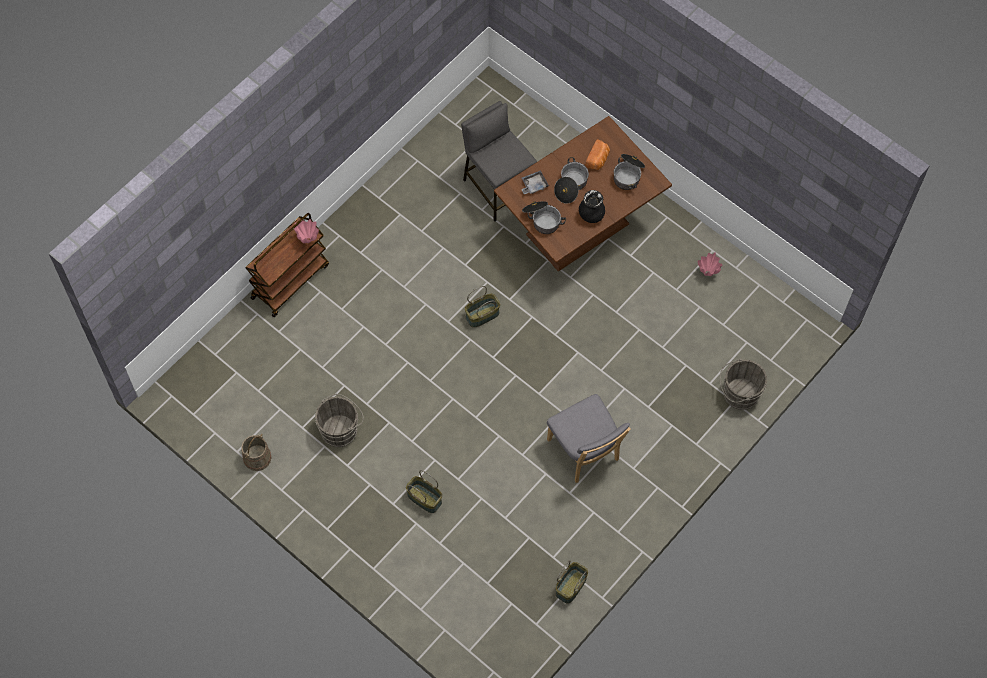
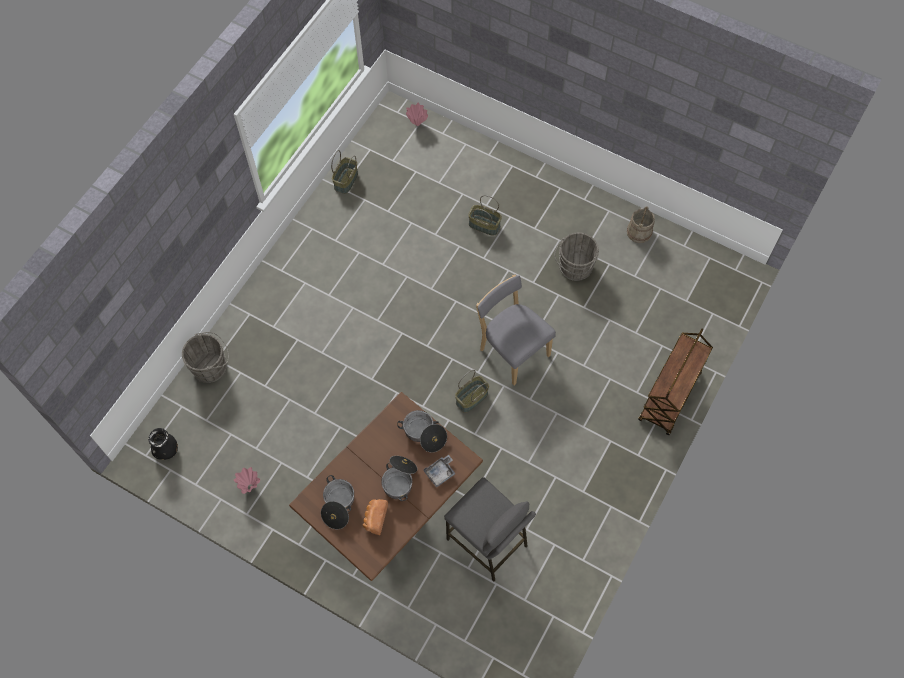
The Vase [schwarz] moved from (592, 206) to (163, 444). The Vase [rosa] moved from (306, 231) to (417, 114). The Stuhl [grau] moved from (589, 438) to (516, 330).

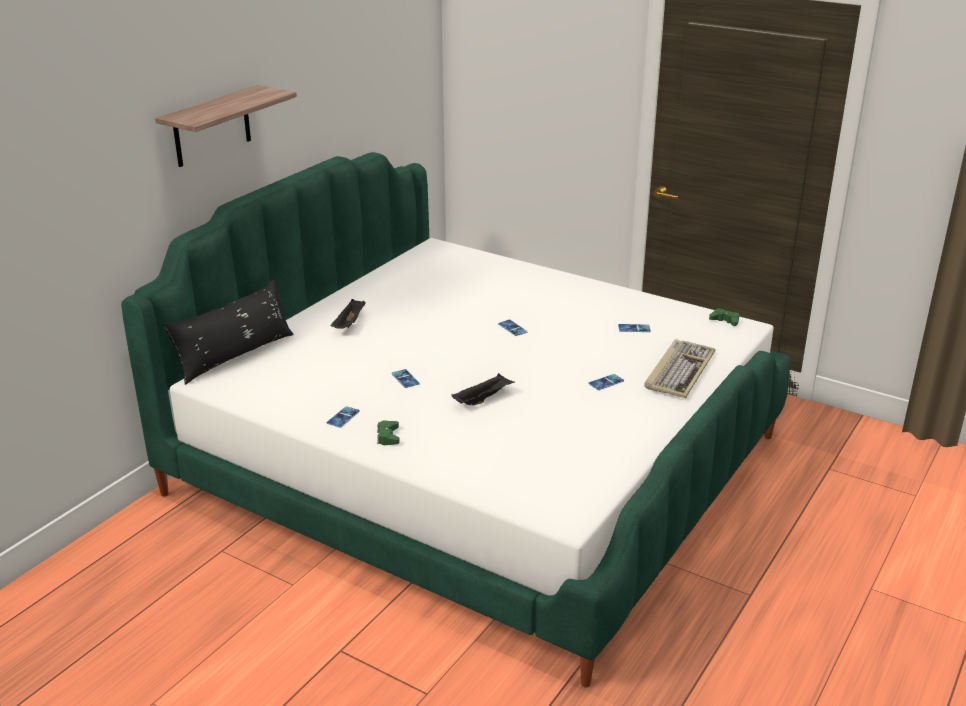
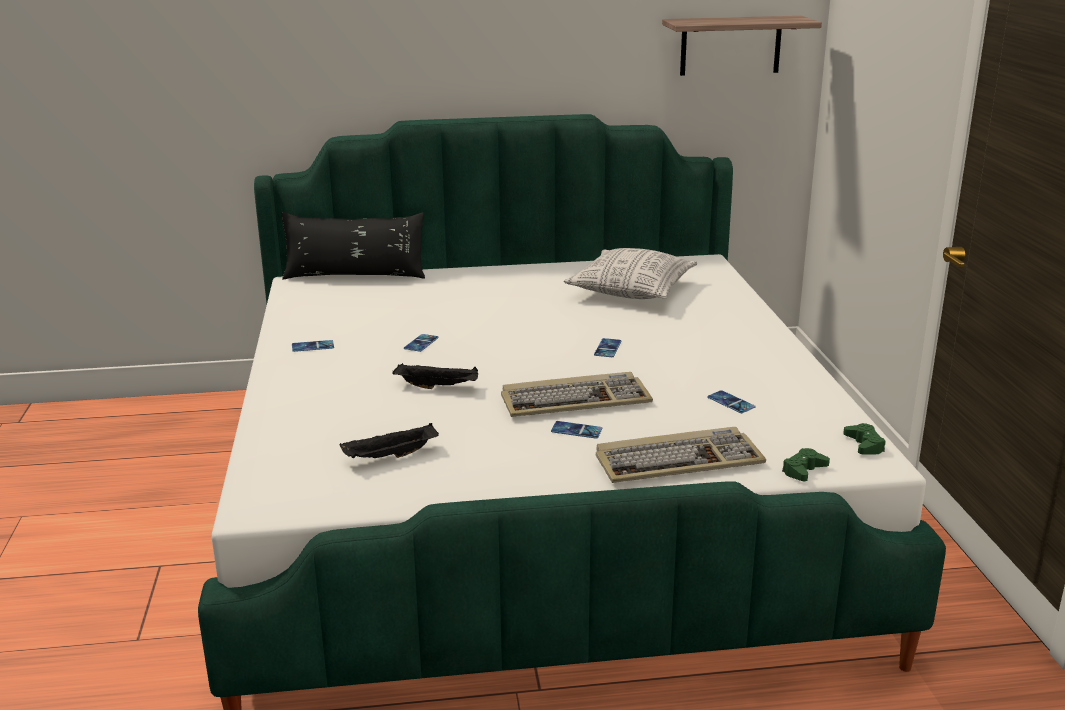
The Tablett [schwarz] moved from (348, 314) to (389, 440). The Tastatur at (577, 394) appeared. The Kissen at (630, 273) appeared. The Wandregal moved from (226, 126) to (742, 46). The Gamepad [grün] moved from (388, 432) to (806, 464).

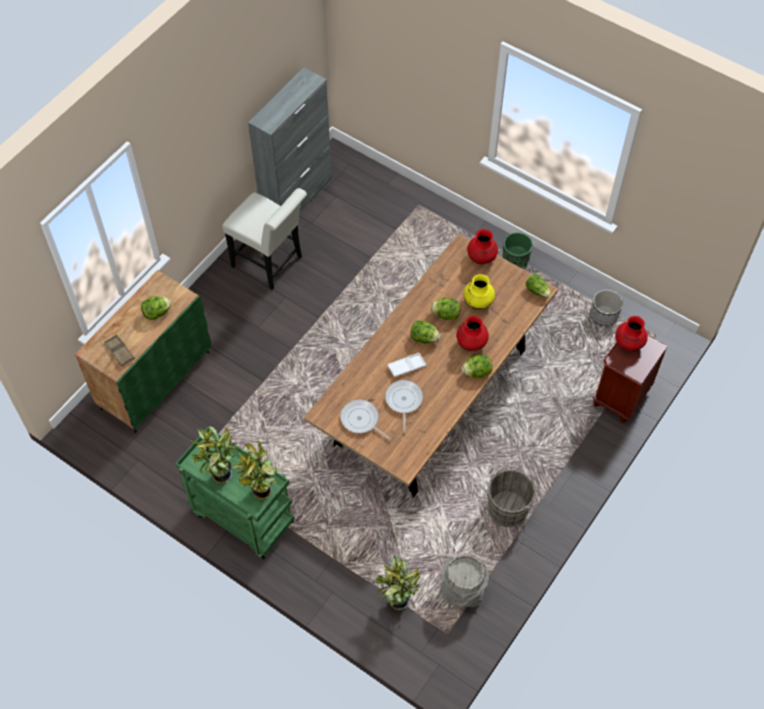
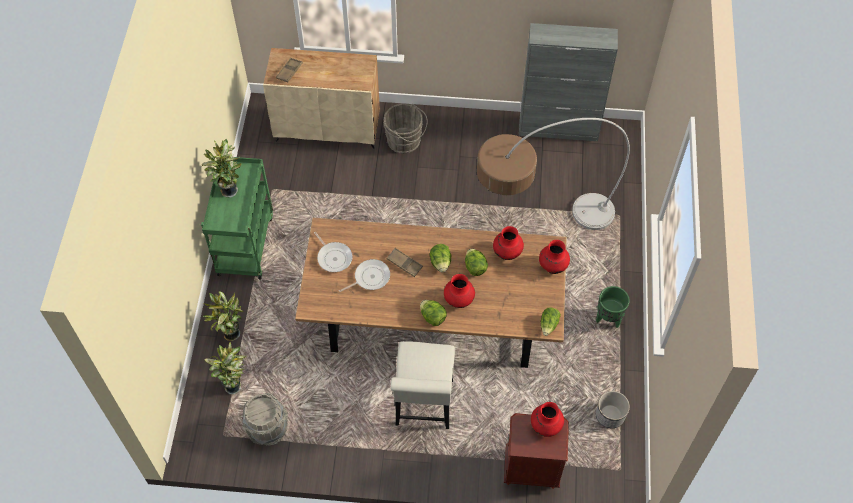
The Topfpflanze moved from (254, 469) to (223, 316). The Schrank [grün] at (143, 351) became the Schrank [beige] at (321, 98). The Pfanne at (365, 420) turned 135 degrees clockwise. The Eimer [grau] moved from (514, 497) to (406, 129). The Tablett [weiß] at (406, 365) became the Tablett [braun] at (405, 262). The Stuhl [weiß] moved from (264, 239) to (423, 385). The Stehlampe at (553, 174) appeared. The Vase [rot] at (508, 243) appeared. The Salatkopf at (156, 308) disappeared. The Vase [gelb] at (479, 291) disappeared.

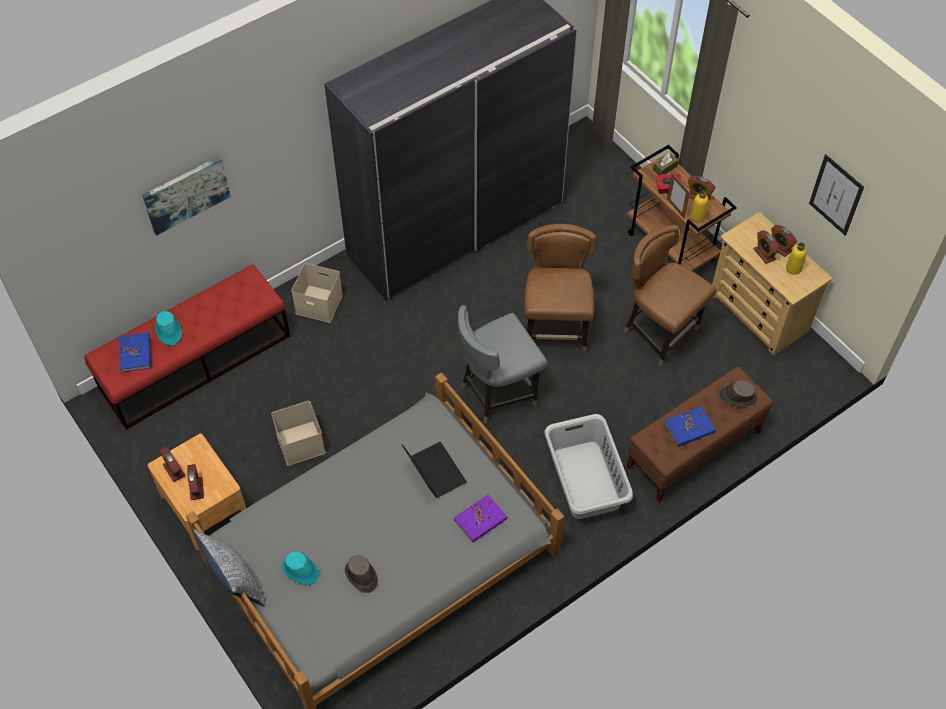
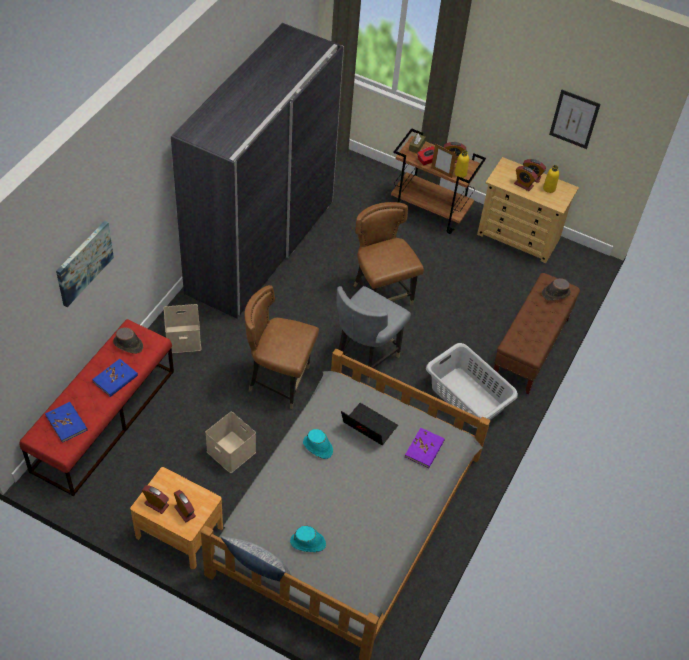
The Buch [blau] moved from (690, 426) to (115, 378). The Hut [braun] moved from (361, 574) to (128, 340). The Stuhl [braun] moved from (670, 295) to (282, 347). The Hut [türkis] moved from (168, 328) to (318, 444).

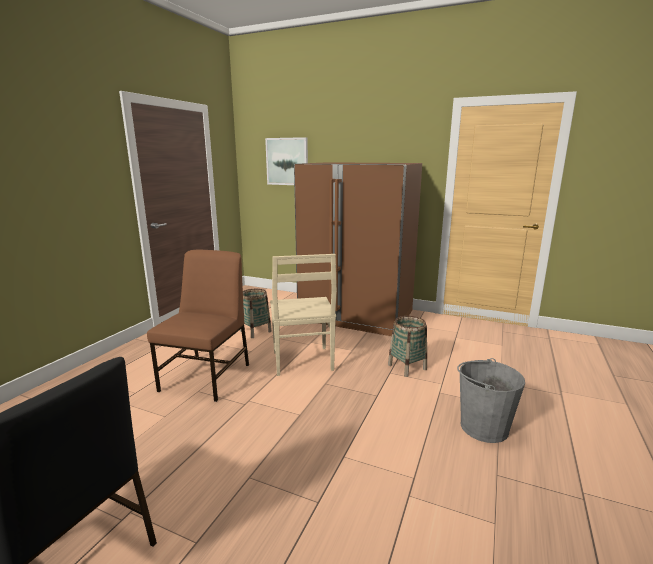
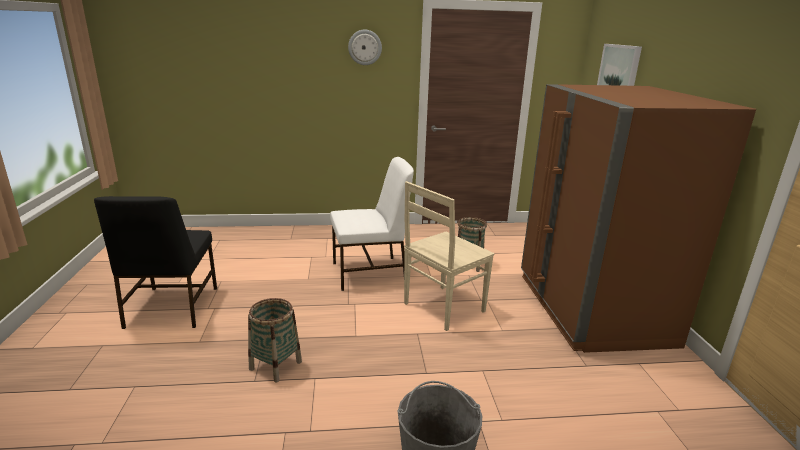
The Korb moved from (407, 346) to (275, 340). The Stuhl [braun] at (198, 326) became the Stuhl [weiß] at (372, 224). The Wanduhr at (365, 47) appeared.

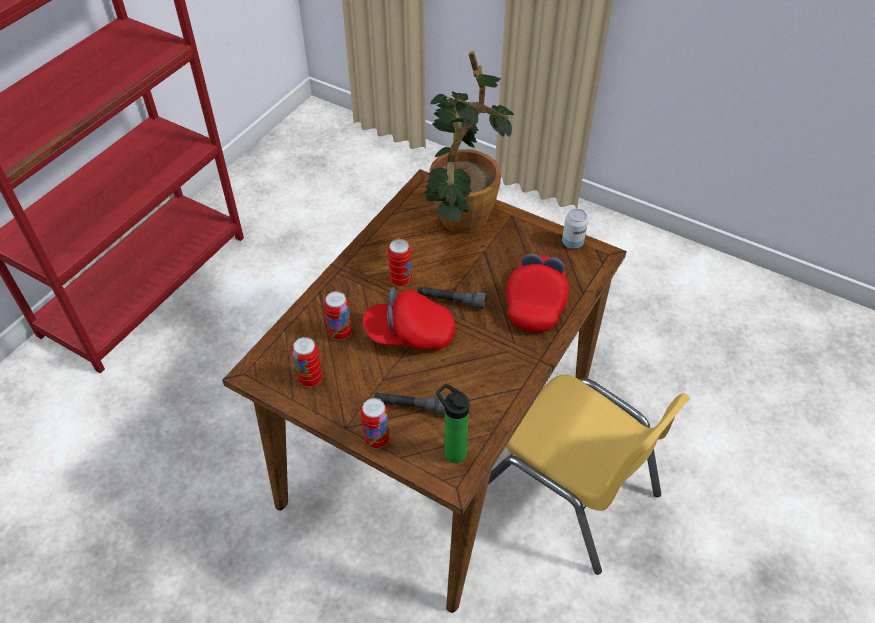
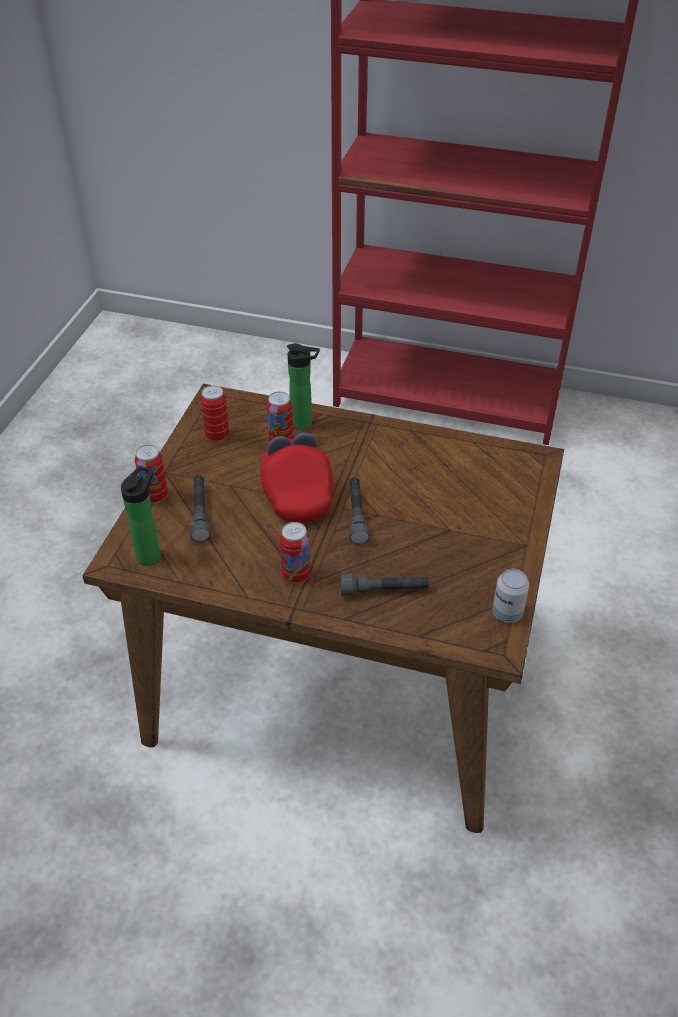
The Dose moved from (400, 263) to (295, 552). The Flasche at (303, 386) appeared. The Kappe [rot] at (537, 292) was replaced by the Taschenlampe [grau] at (384, 585). The Topfpflanze at (469, 142) disappeared. The Stuhl [gelb] at (589, 474) disappeared.

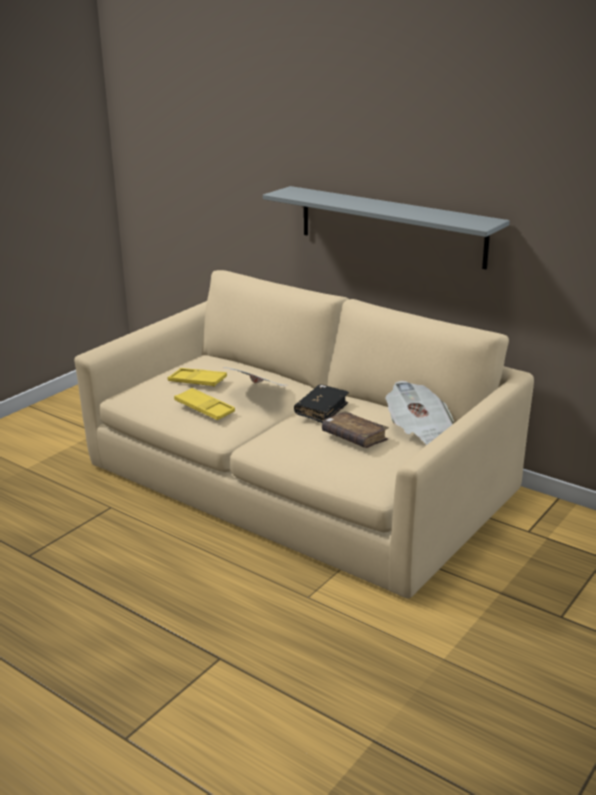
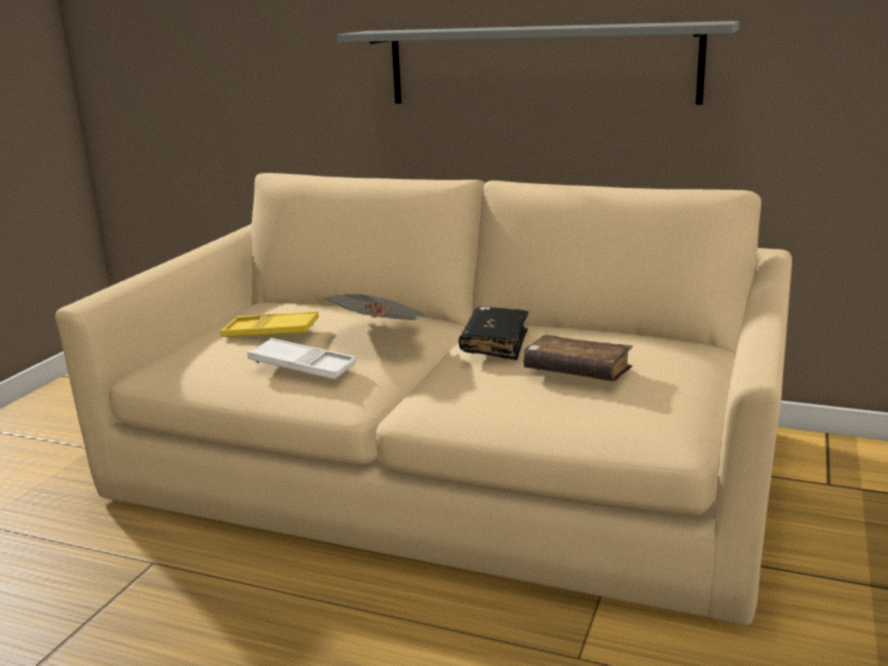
The Tablett [gelb] at (204, 404) became the Tablett [weiß] at (301, 358). The Zeitung at (419, 413) disappeared.

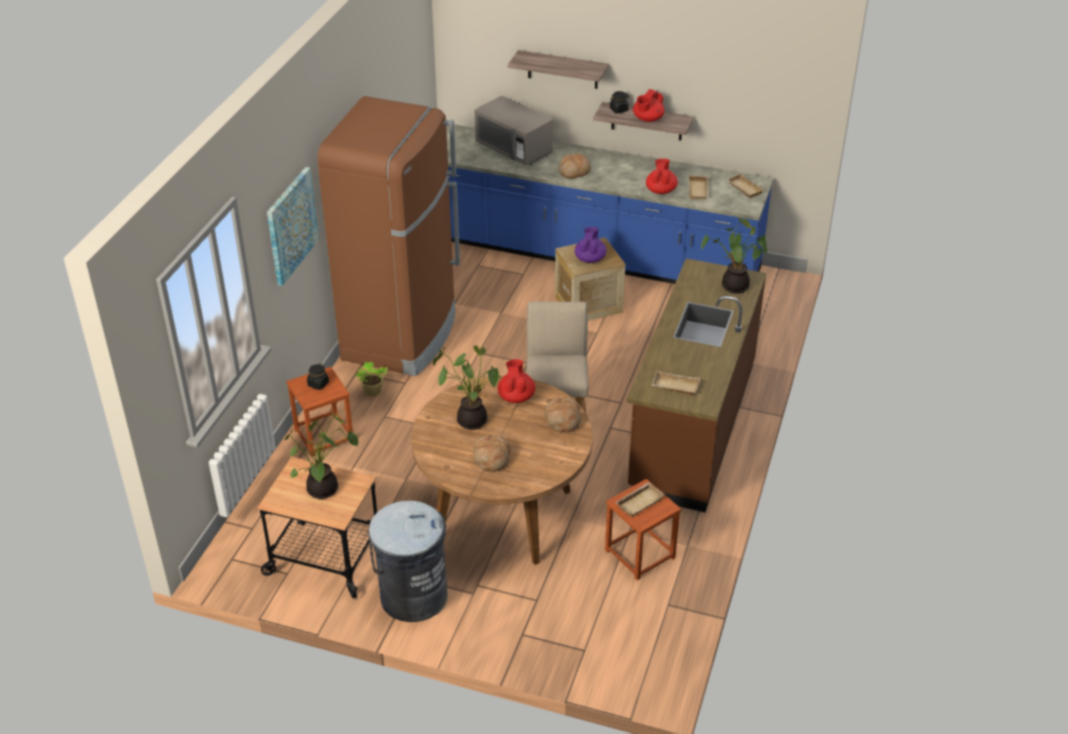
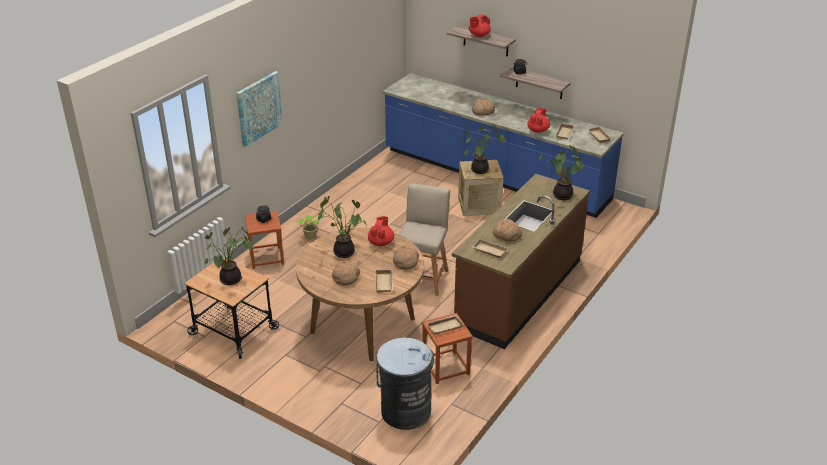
The Tablett [beige] at (384, 281) appeared. The Mülleimer [grau] moved from (408, 561) to (405, 383). The Teekanne [lila] at (590, 245) was replaced by the Topfpflanze at (484, 149). The Teekanne [rot] moved from (649, 105) to (480, 25). The Brot at (507, 230) appeared. The Kühlschrank [braun] at (389, 236) disappeared. The Mikrowelle [grau] at (514, 131) disappeared.

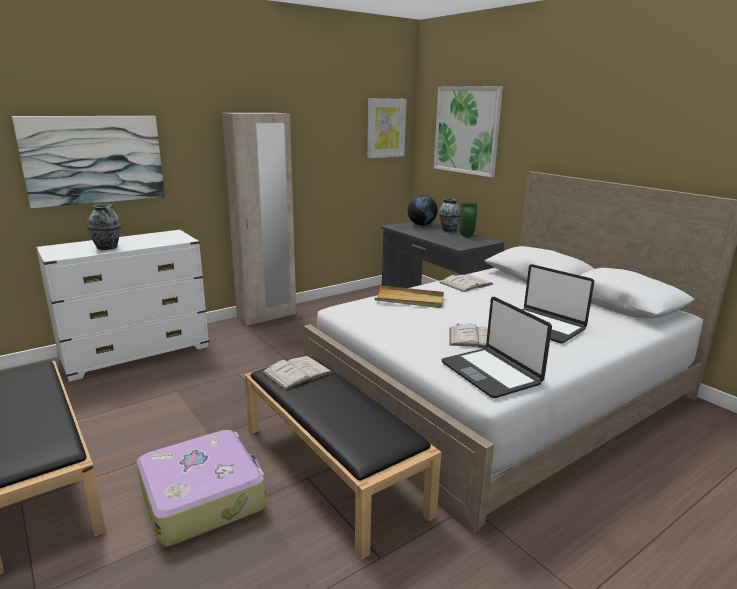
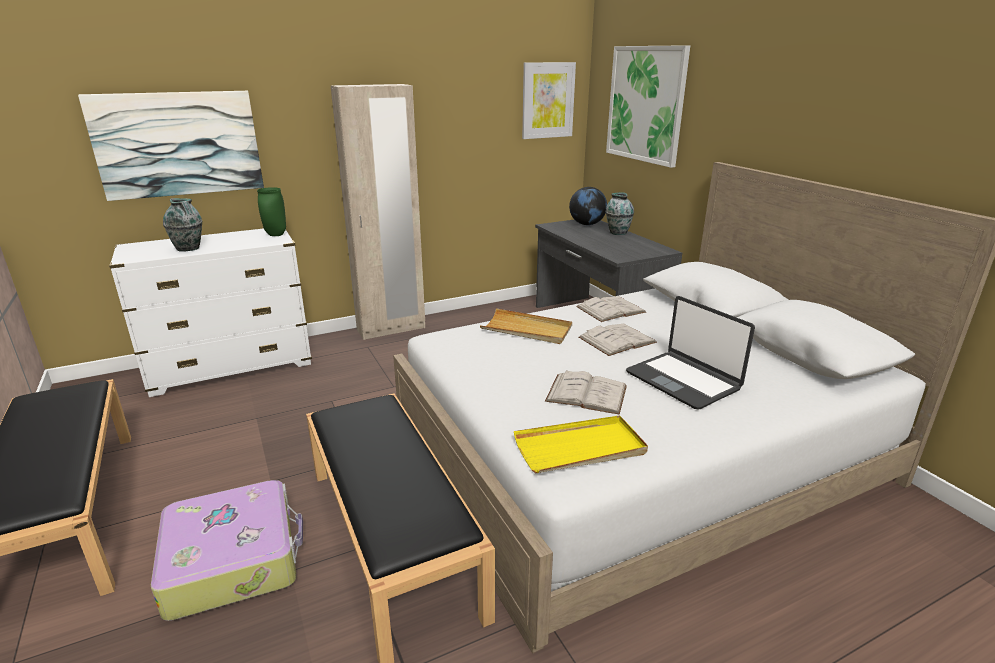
The Vase [grün] moved from (468, 219) to (271, 211). The Laptop at (496, 347) was replaced by the Tablett [gelb] at (581, 444). The Buch [weiß] moved from (297, 373) to (618, 340).

